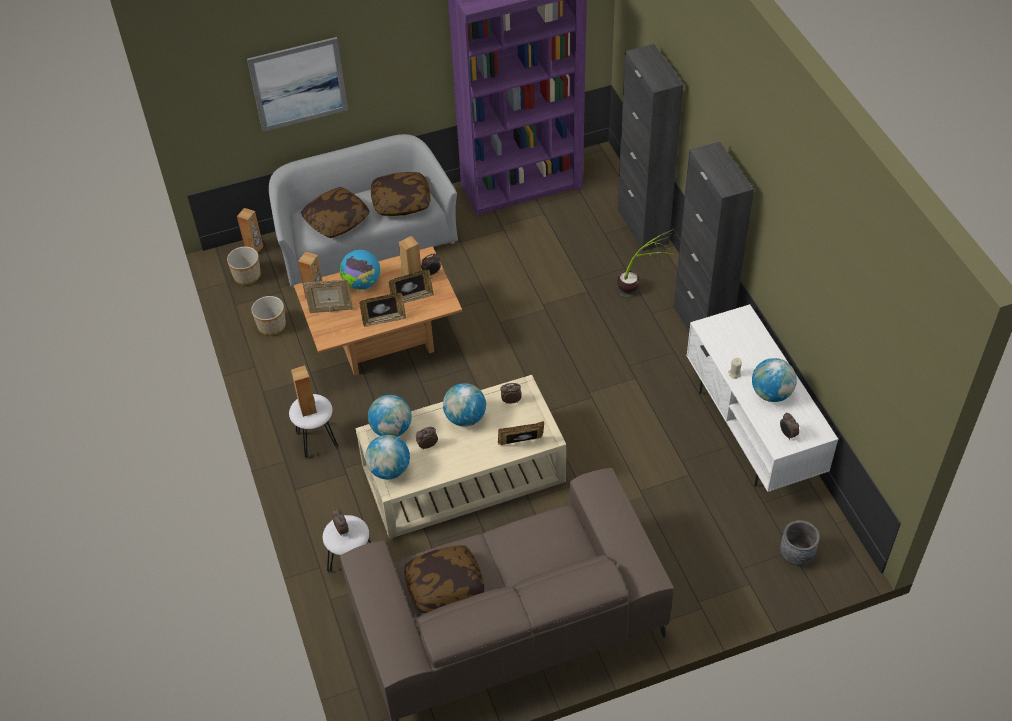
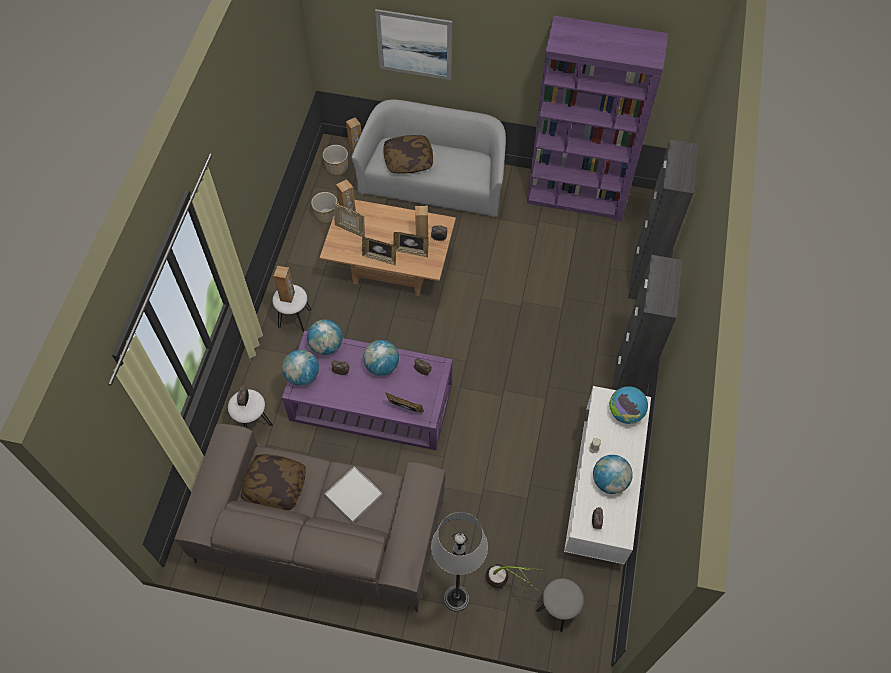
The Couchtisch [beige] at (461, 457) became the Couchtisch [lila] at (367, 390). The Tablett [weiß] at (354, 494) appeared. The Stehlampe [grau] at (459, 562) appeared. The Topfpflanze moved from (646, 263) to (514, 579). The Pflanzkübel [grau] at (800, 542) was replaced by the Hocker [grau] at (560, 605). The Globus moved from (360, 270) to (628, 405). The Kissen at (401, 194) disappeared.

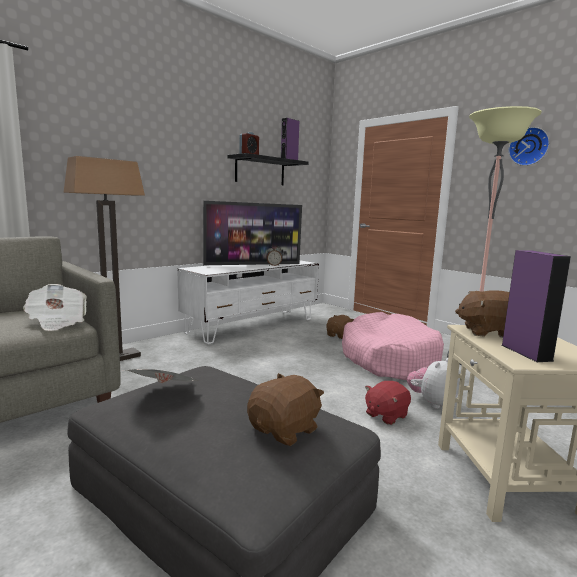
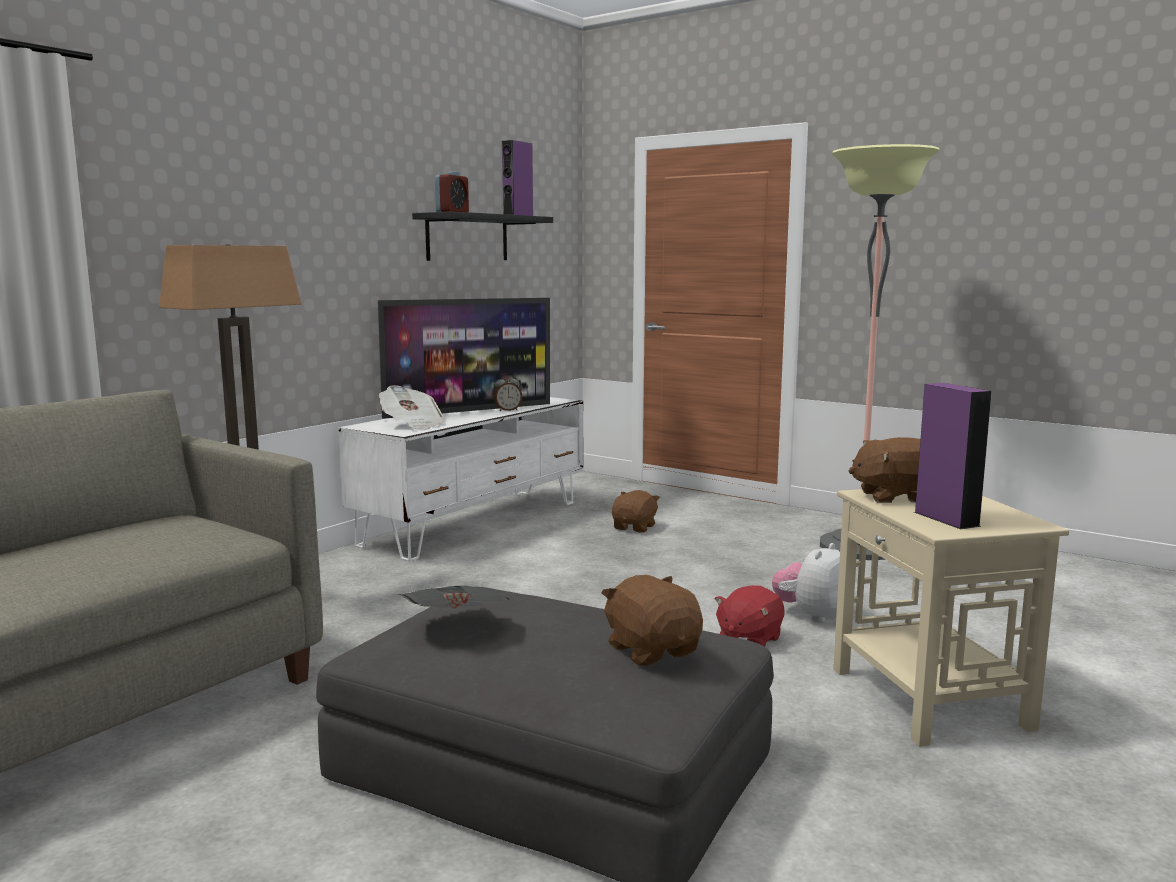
The Zeitung moved from (55, 307) to (412, 408). The Plüschtier [braun] at (285, 409) turned 60 degrees counterclockwise. The Hundebett [rosa] at (393, 346) disappeared. The Wanduhr at (529, 146) disappeared.

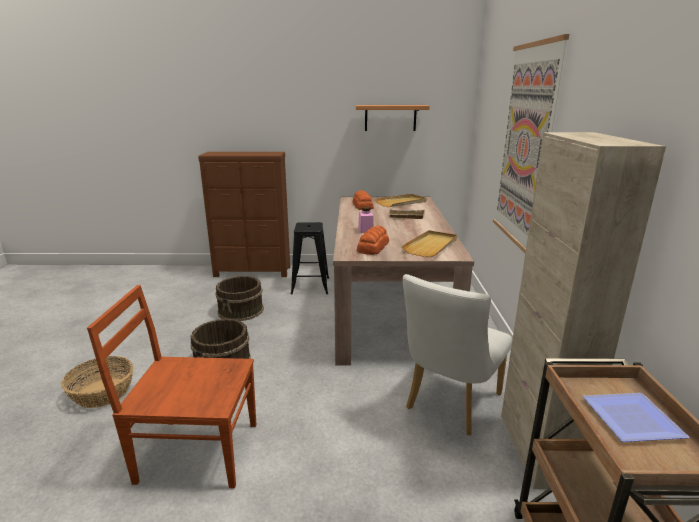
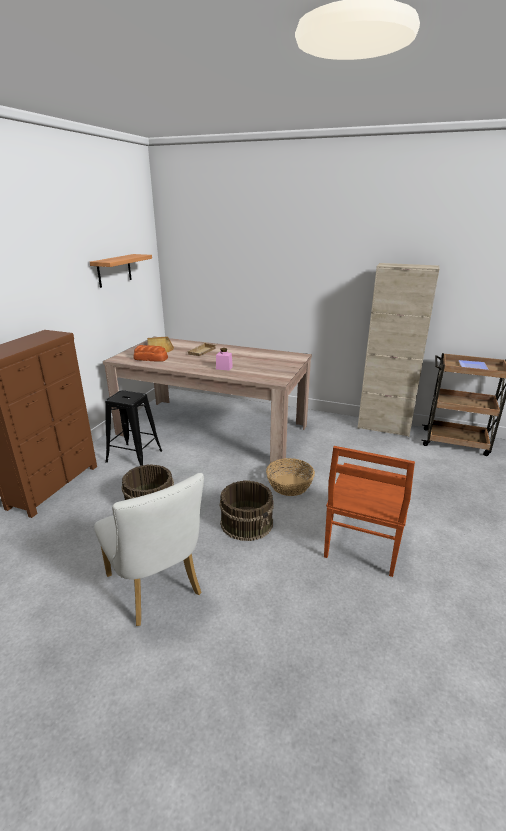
The Stuhl [weiß] moved from (457, 354) to (149, 549). The Korb moved from (97, 382) to (290, 477). The Brot at (373, 240) disappeared. The Tablett [beige] at (429, 243) disappeared. The Bild at (531, 143) disappeared.

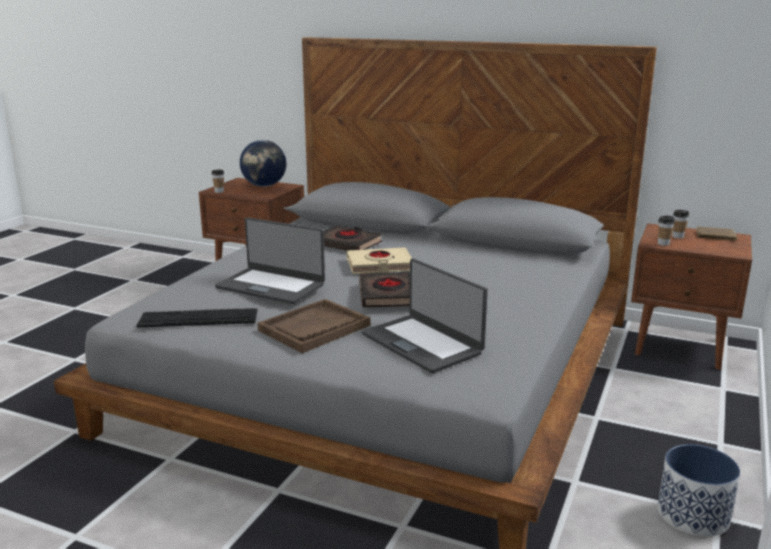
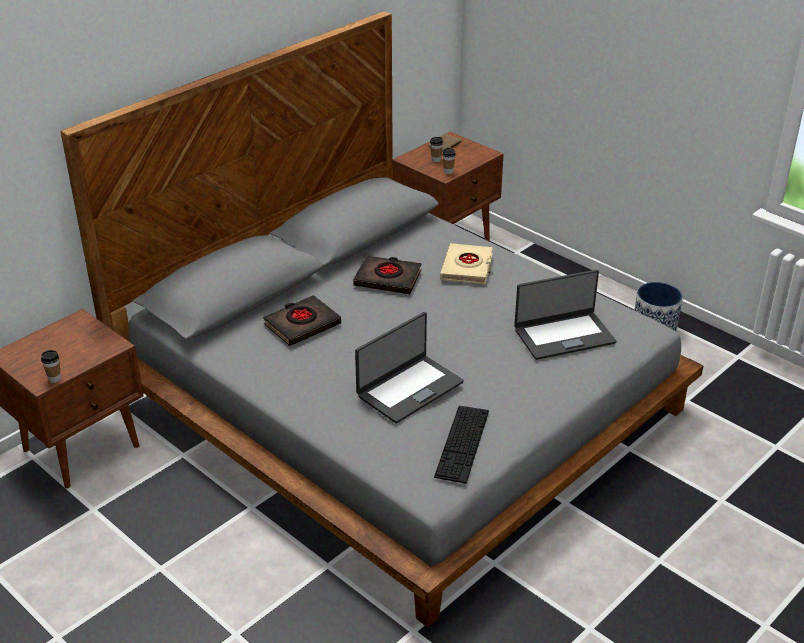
The Buch [schwarz] moved from (384, 289) to (387, 275). The Buch [beige] moved from (379, 260) to (466, 264). The Globus at (263, 163) disappeared. The Tablett [braun] at (313, 326) disappeared.

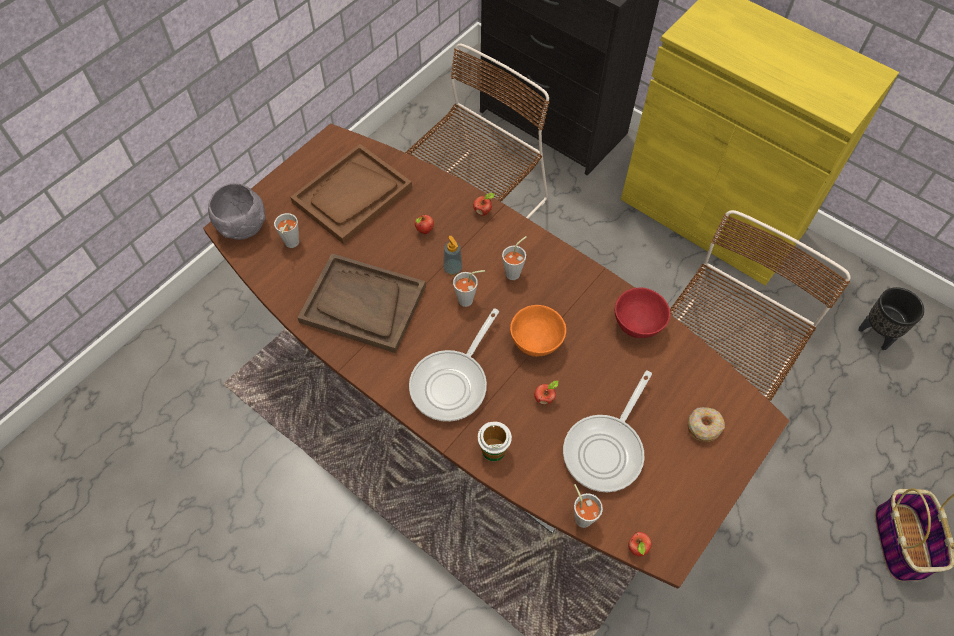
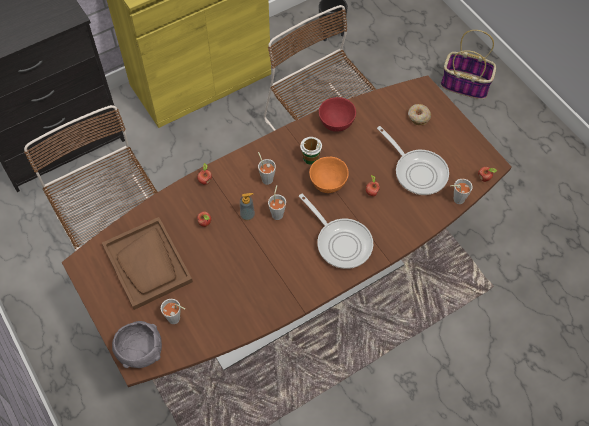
The Tasse moved from (495, 441) to (311, 151). The Tablett [braun] at (361, 303) disappeared.

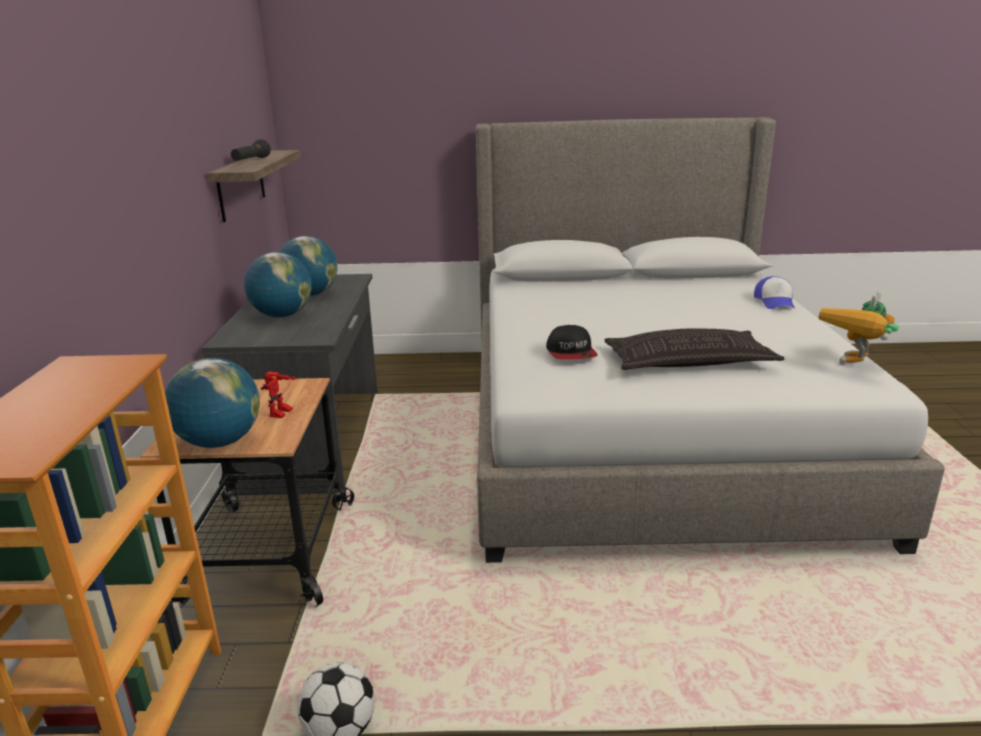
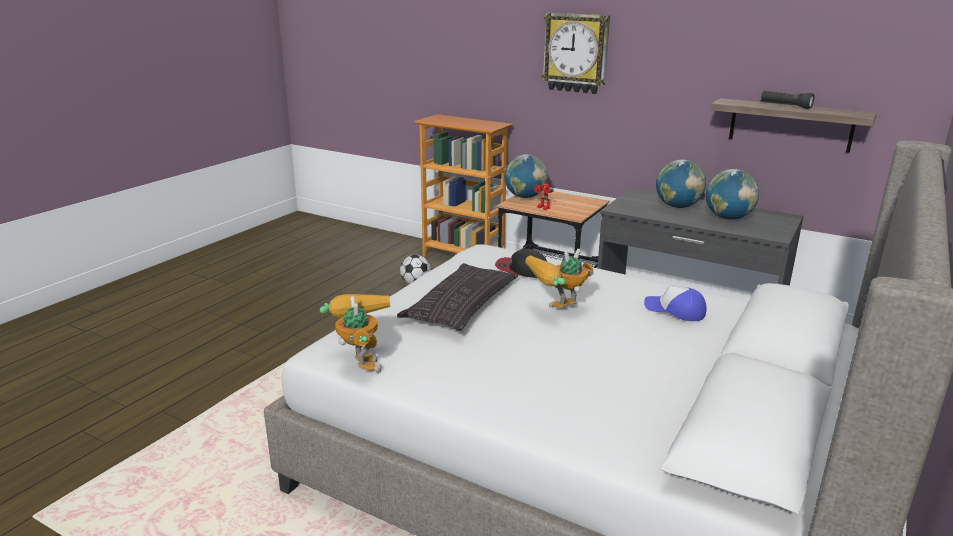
The Spielzeugroboter at (559, 278) appeared. The Wanduhr at (576, 53) appeared. The Kappe moved from (774, 292) to (675, 303).

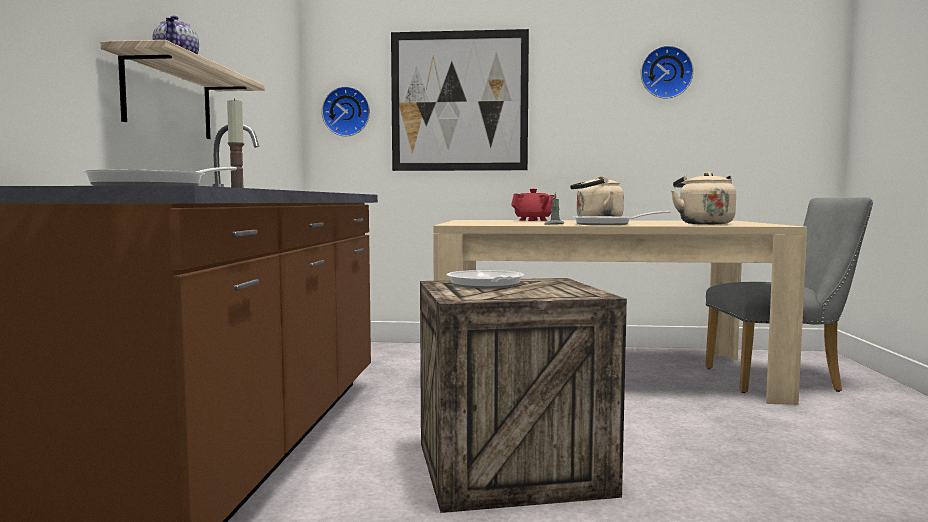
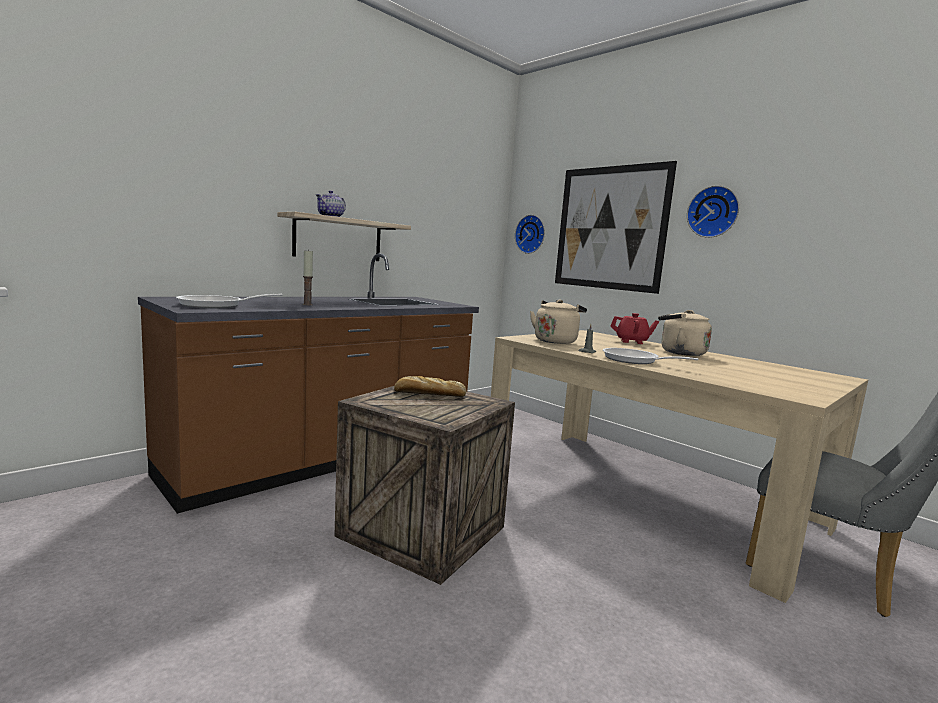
The Pfanne at (485, 279) was replaced by the Brot at (430, 386). The Wasserkessel [beige] moved from (703, 198) to (558, 322). The Wanduhr moved from (667, 72) to (713, 211).

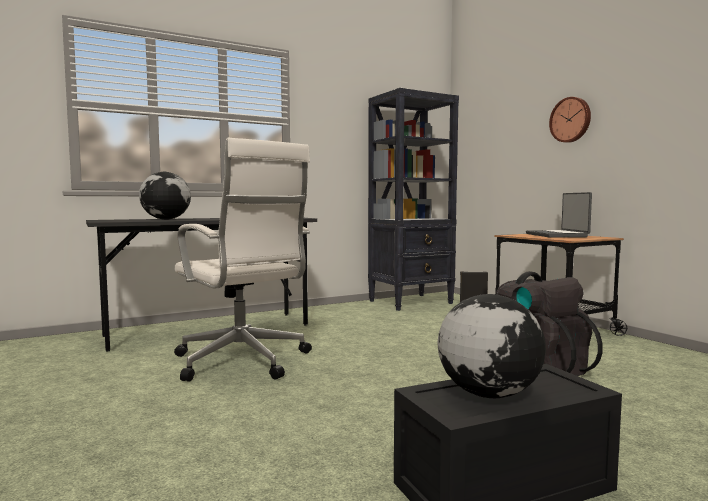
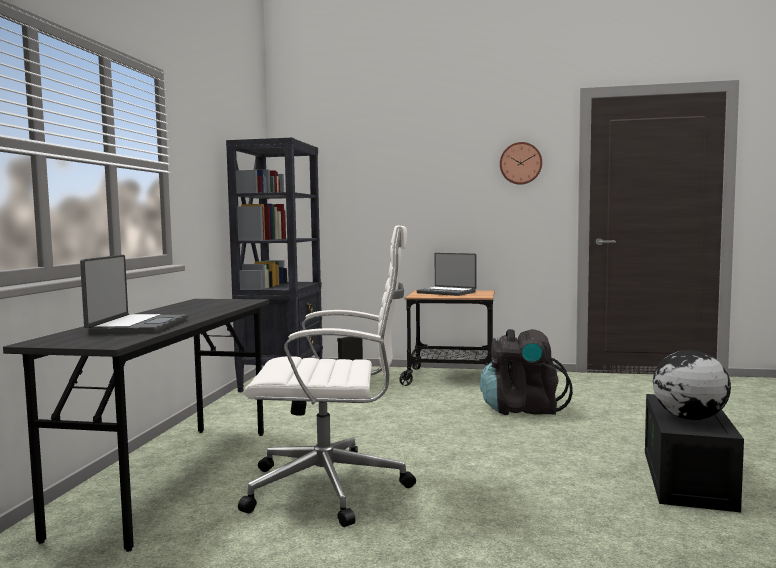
The Globus at (165, 196) was replaced by the Laptop at (133, 294). The Wanduhr moved from (570, 120) to (521, 163).

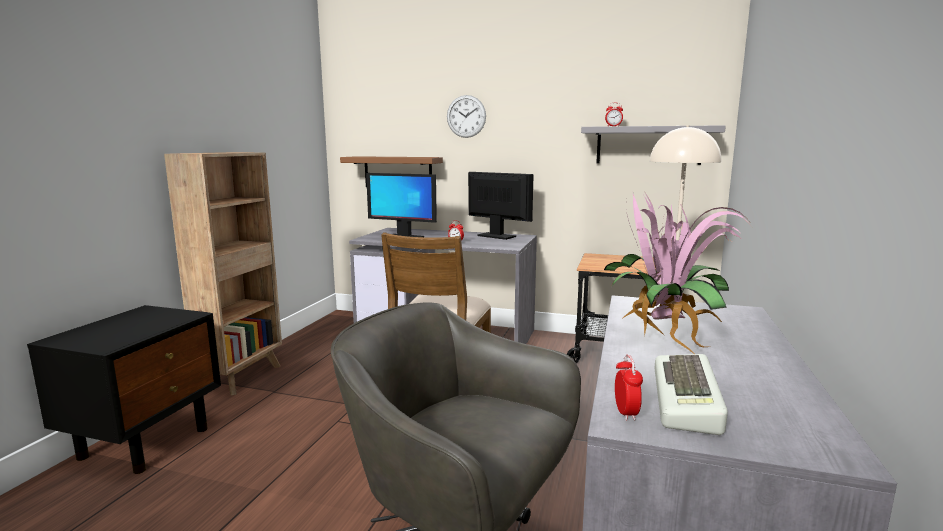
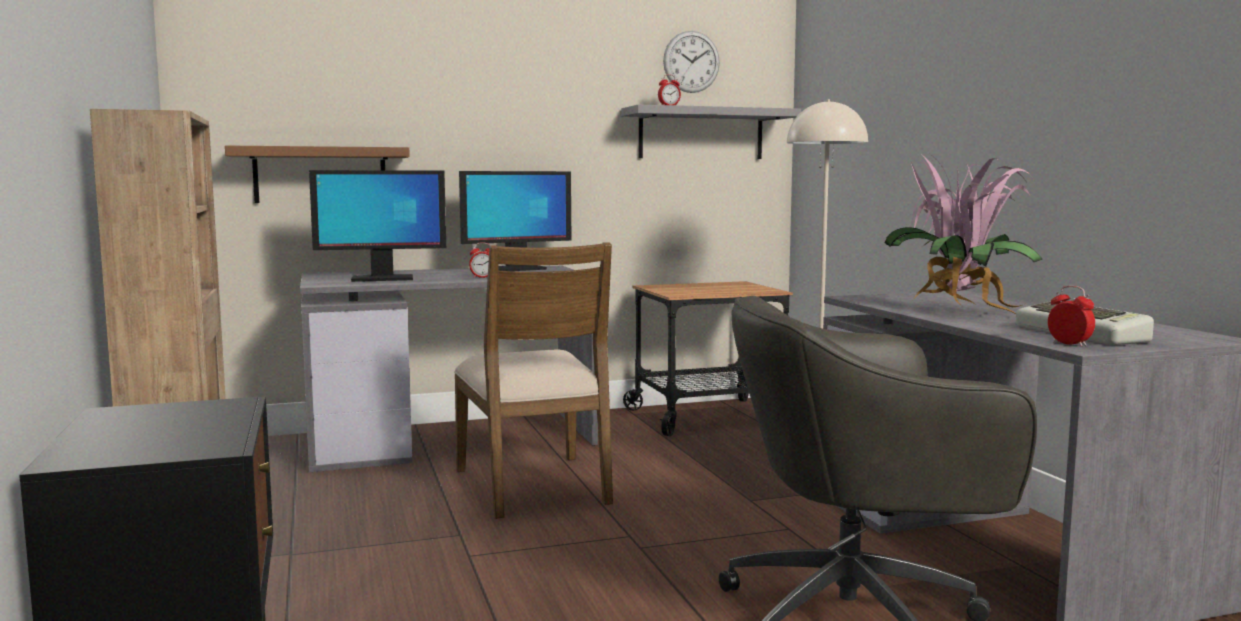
The Monitor at (501, 206) turned 150 degrees clockwise. The Wanduhr moved from (466, 116) to (691, 62).

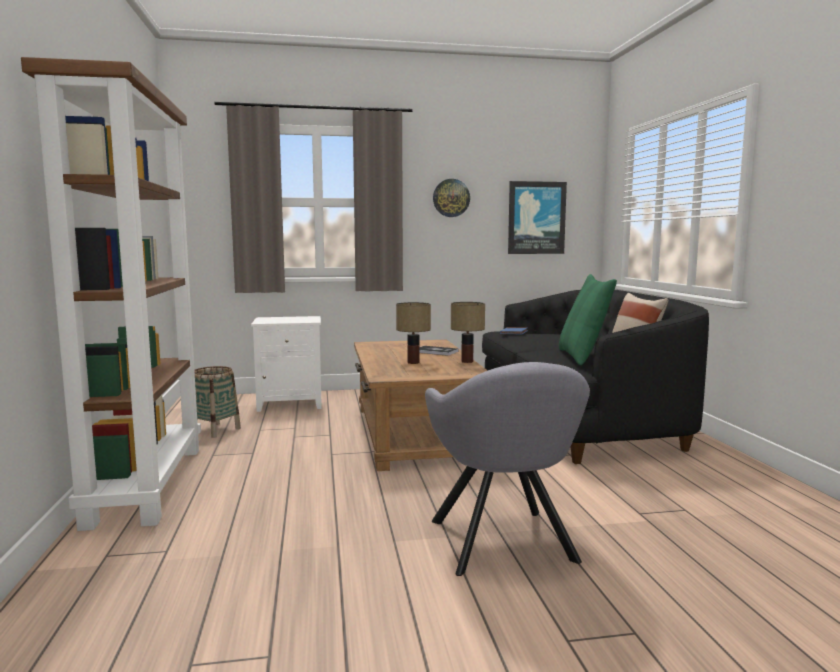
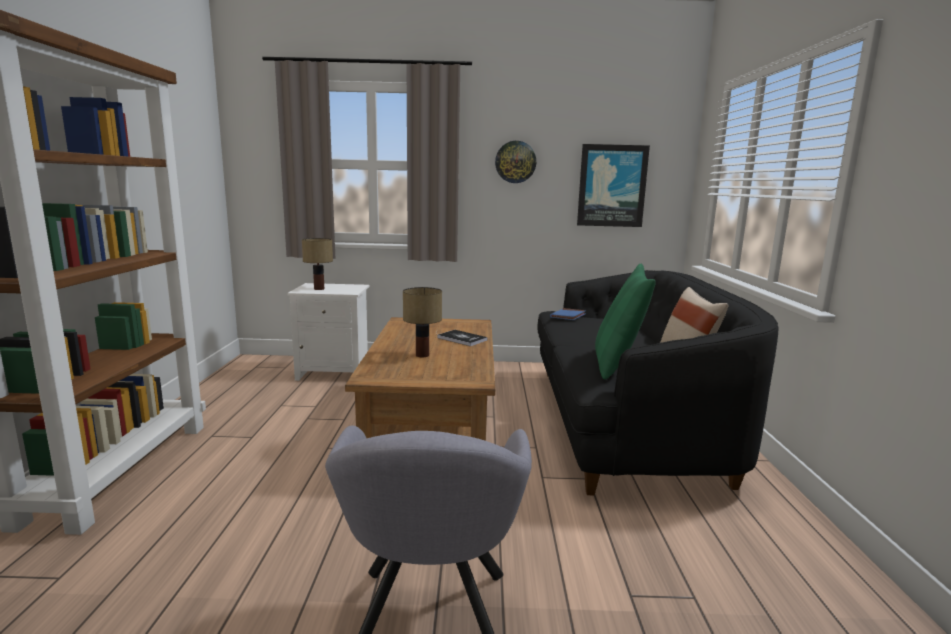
The Tischlampe moved from (468, 332) to (317, 264). The Korb at (217, 402) disappeared.

